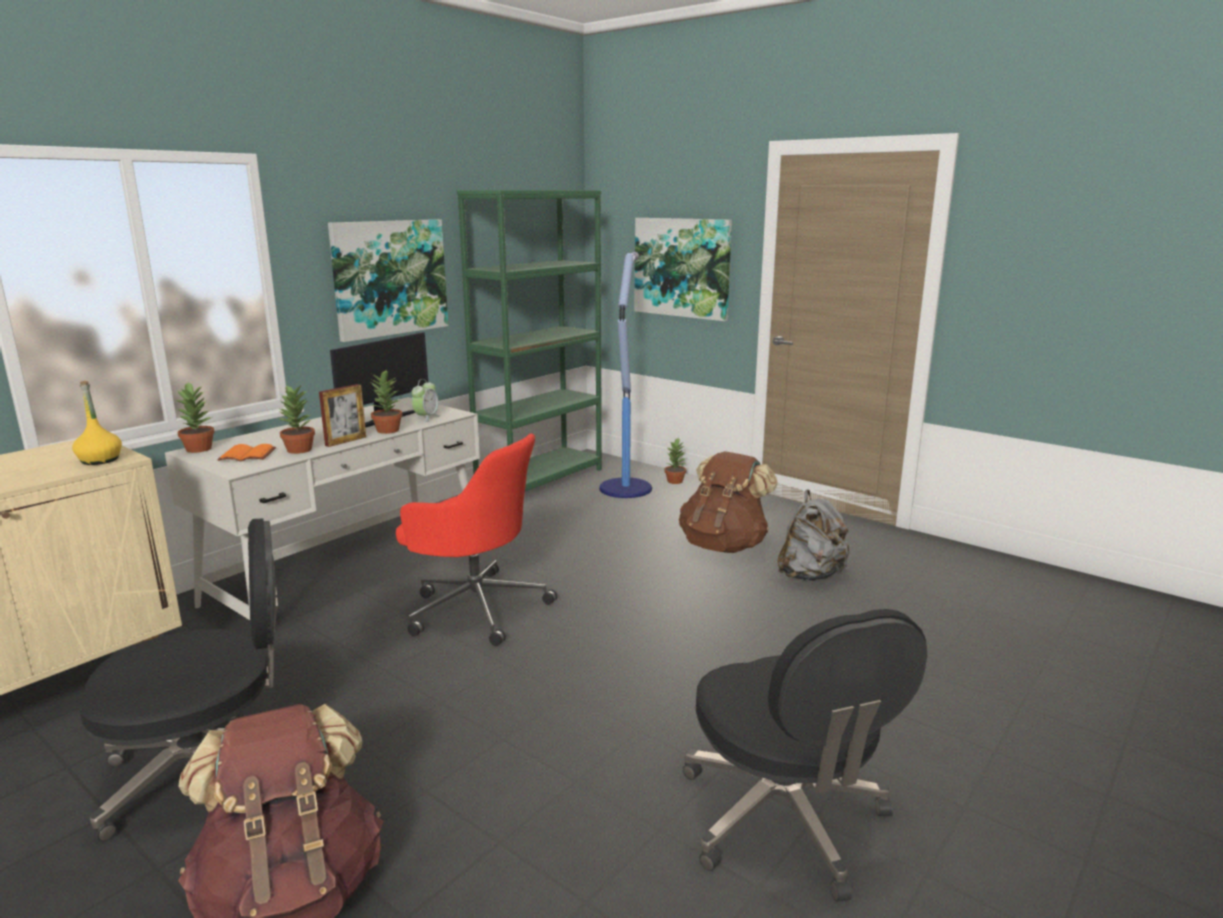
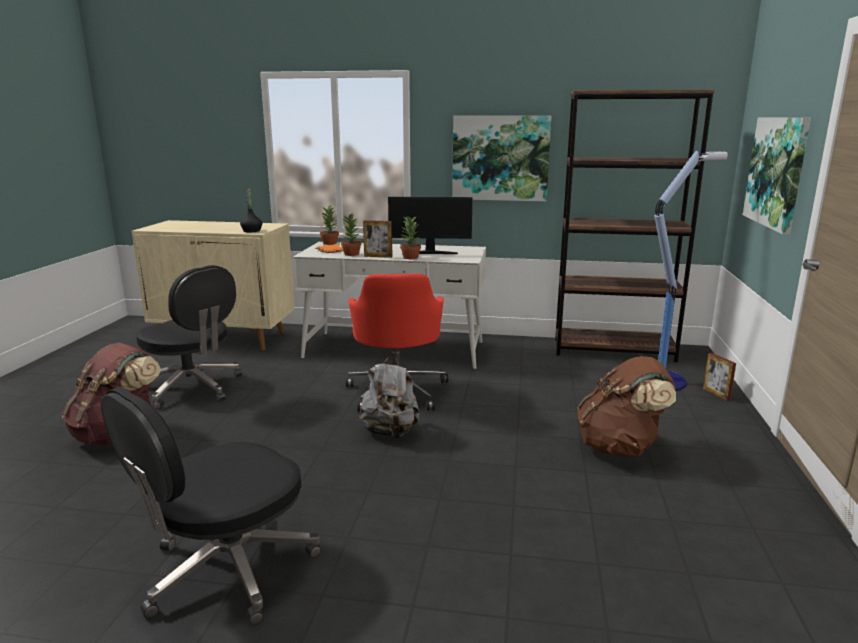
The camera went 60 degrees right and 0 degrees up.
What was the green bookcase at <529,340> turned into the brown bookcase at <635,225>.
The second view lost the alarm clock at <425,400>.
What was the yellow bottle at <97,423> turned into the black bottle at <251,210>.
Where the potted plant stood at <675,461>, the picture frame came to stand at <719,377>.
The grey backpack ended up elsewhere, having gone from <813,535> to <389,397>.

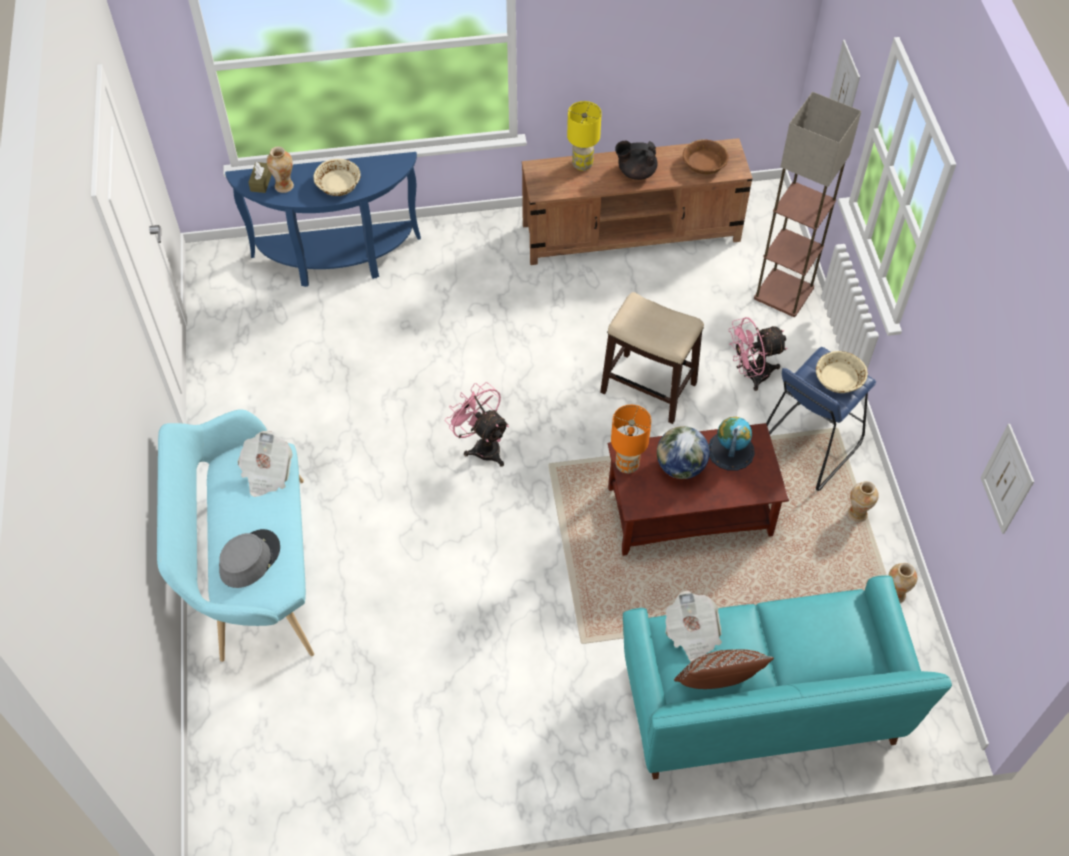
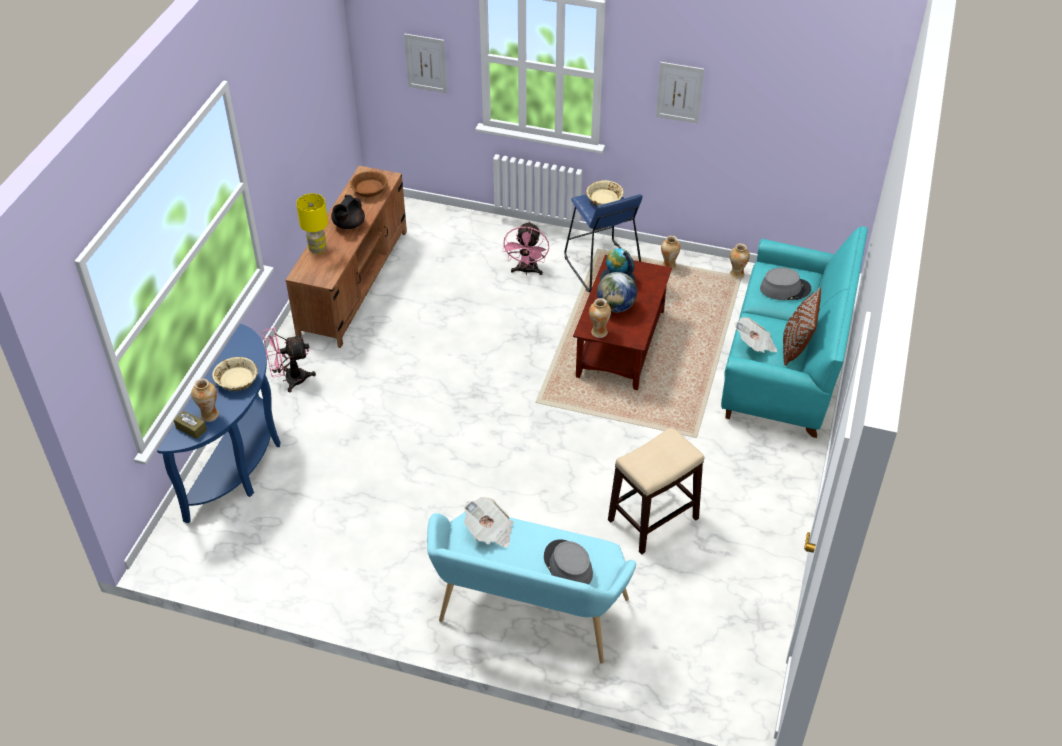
The camera went 65 degrees left and 10 degrees down.
The second view lost the floor lamp at <807,204>.
The stool ended up elsewhere, having gone from <652,358> to <656,491>.
The pink fan ended up elsewhere, having gone from <477,424> to <289,360>.
Where the orange table lamp stood at <631,439>, the vase came to stand at <600,318>.
The picture ended up elsewhere, having gone from <1007,479> to <680,93>.
The second view gained the grey hat at <785,283>.

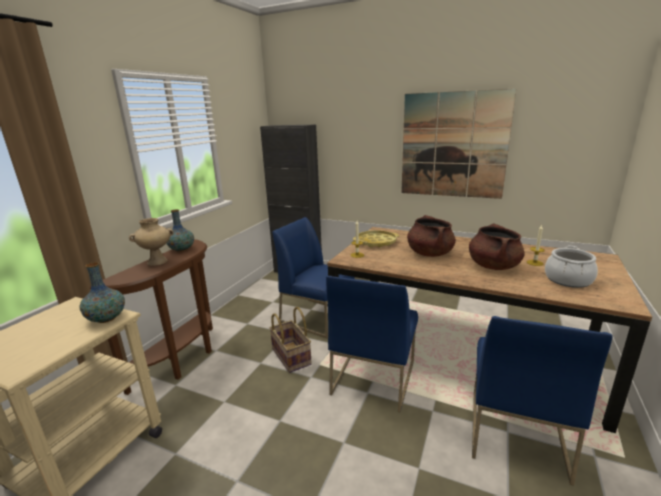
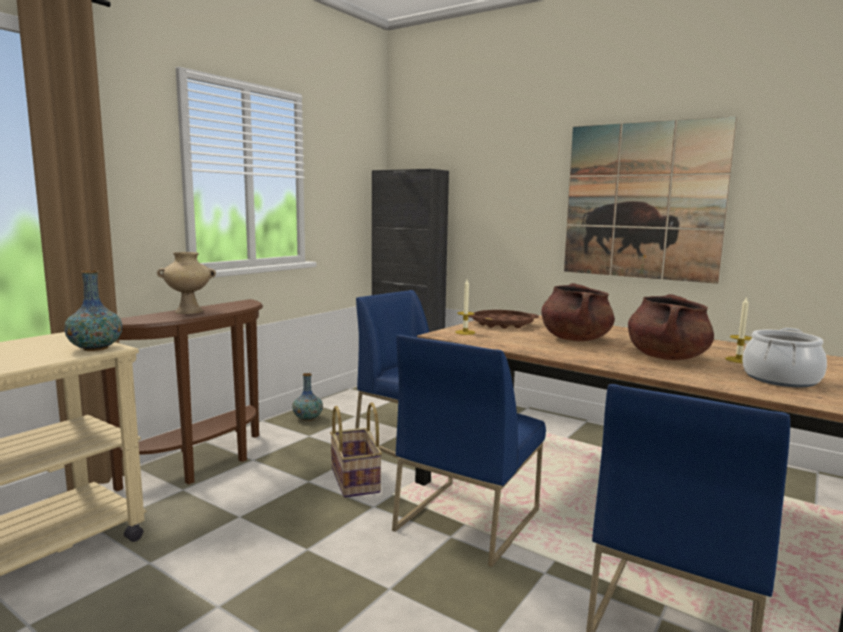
The camera went 10 degrees right and 10 degrees down.
The vase ended up elsewhere, having gone from <180,230> to <307,397>.
What was the yellow tray at <376,239> turned into the brown tray at <503,319>.

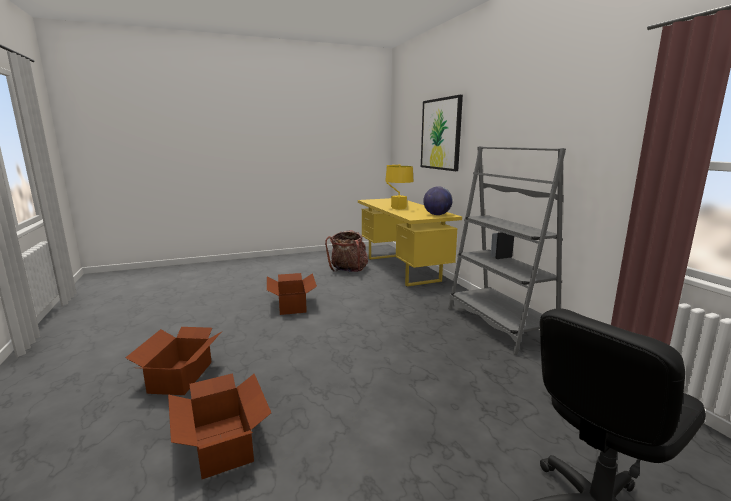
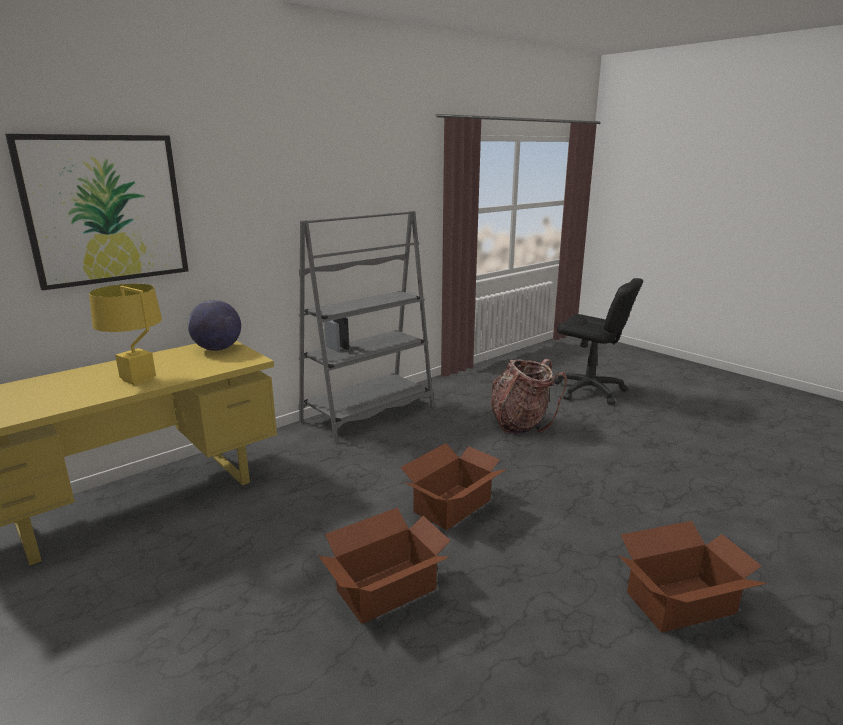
The camera went 110 degrees left and 5 degrees up.
The backpack ended up elsewhere, having gone from <346,251> to <529,397>.
The cardboard box ended up elsewhere, having gone from <219,426> to <453,486>.

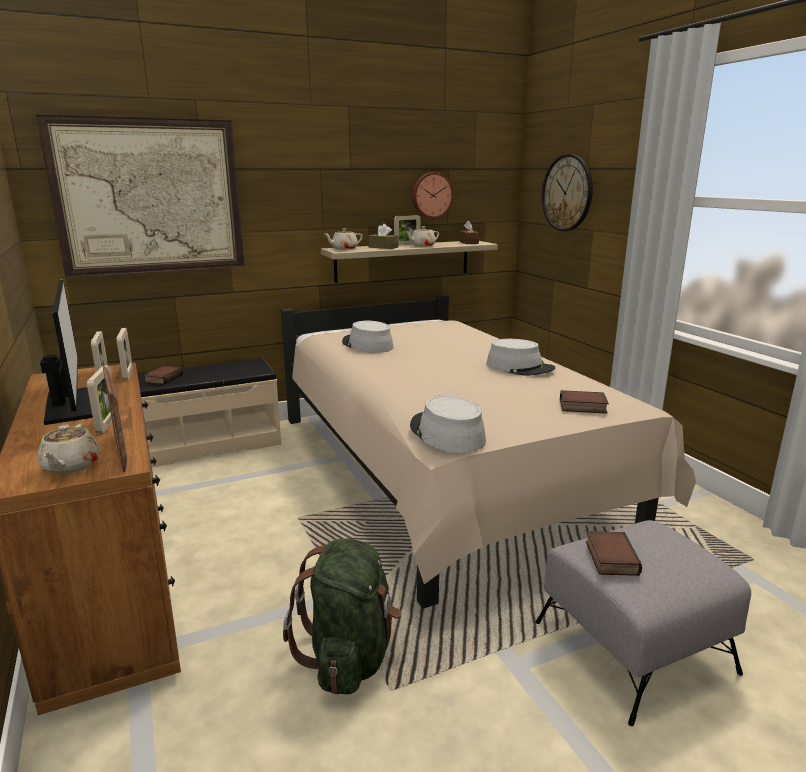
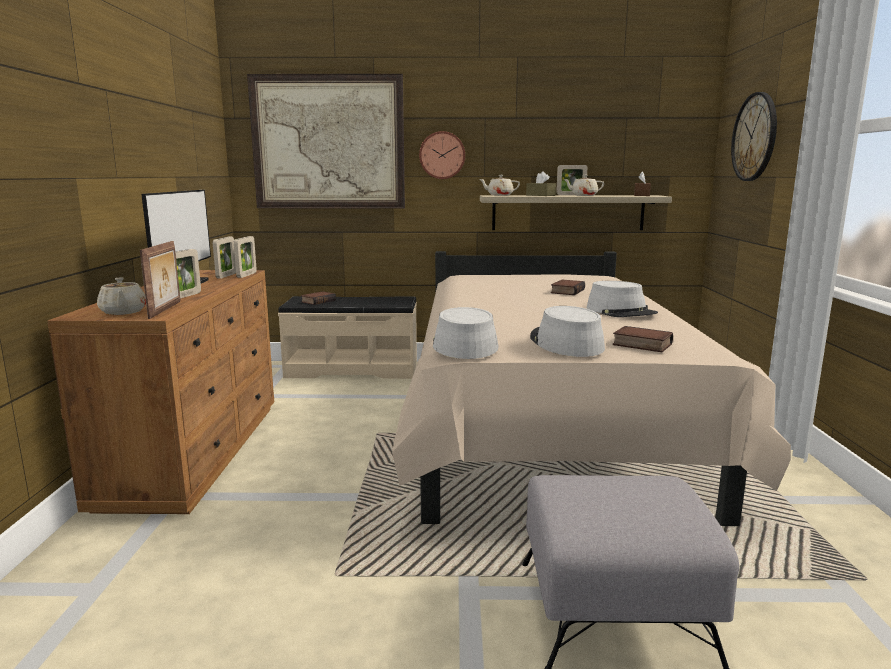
The camera went 25 degrees right and 5 degrees down.
The wall clock ended up elsewhere, having gone from <433,195> to <442,155>.
The grey hat ended up elsewhere, having gone from <368,337> to <567,331>.
The beige teapot at <68,449> ended up facing another way, 45 degrees counterclockwise from before.
The book ended up elsewhere, having gone from <614,553> to <568,287>.
The second view lost the green backpack at <342,616>.

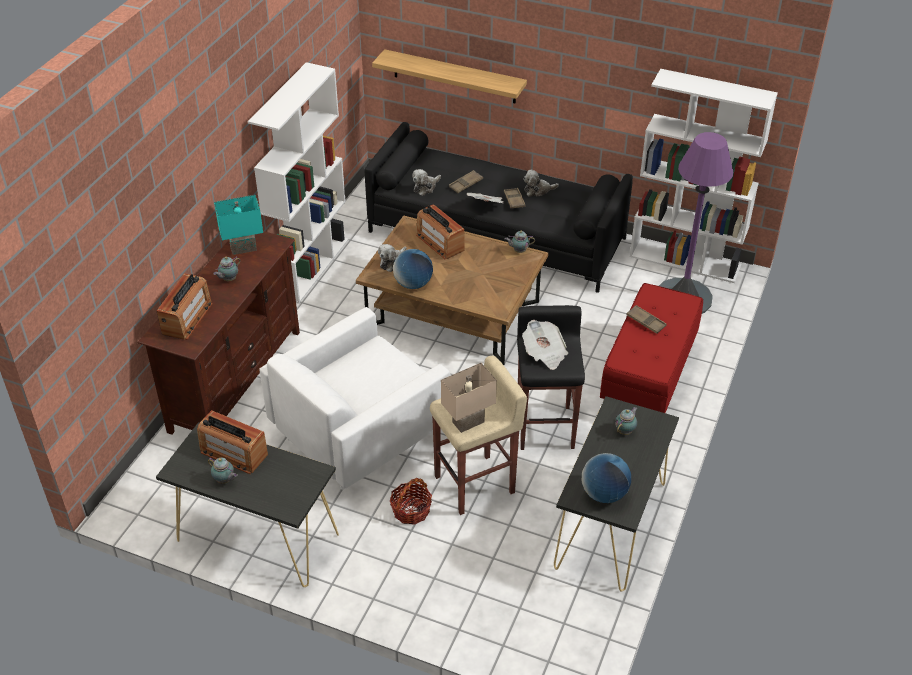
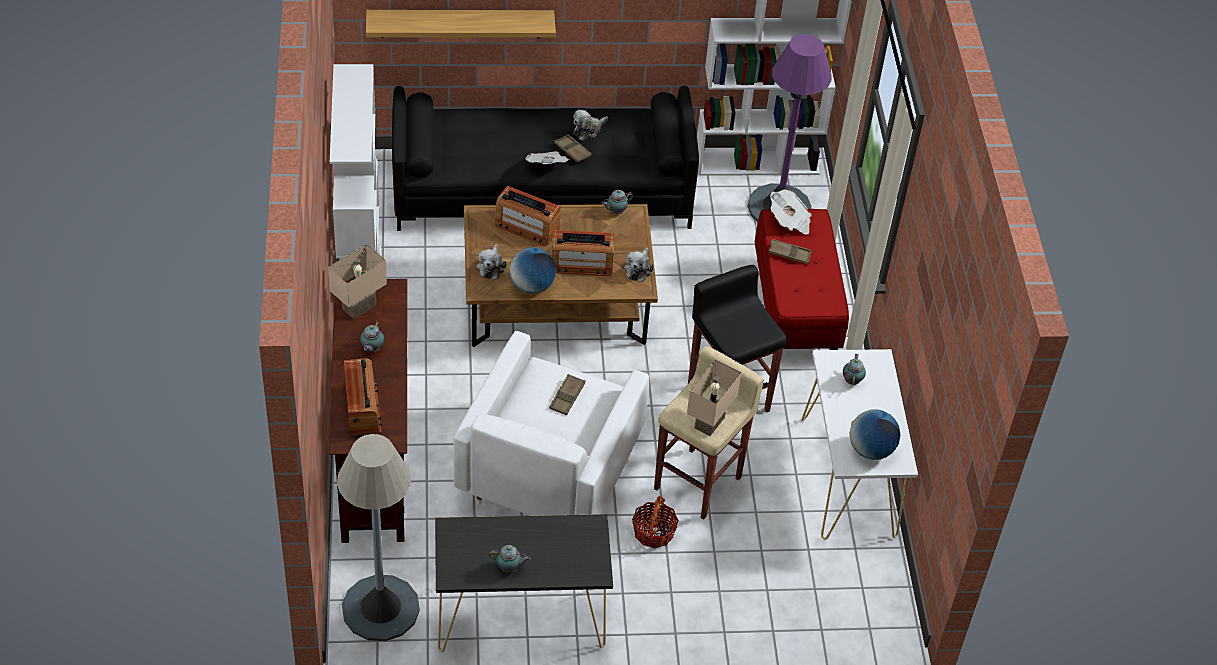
The camera went 30 degrees left and 5 degrees up.
The plush toy ended up elsewhere, having gone from <426,182> to <639,264>.
The brown tray ended up elsewhere, having gone from <466,181> to <567,394>.
What was the turquoise table lamp at <238,225> turned into the beige table lamp at <357,281>.
The newspaper ended up elsewhere, having gone from <545,345> to <790,212>.
What was the black console table at <616,494> turned into the white console table at <860,444>.
The radio ended up elsewhere, having gone from <232,442> to <583,253>.
The second view gained the grey floor lamp at <378,537>.

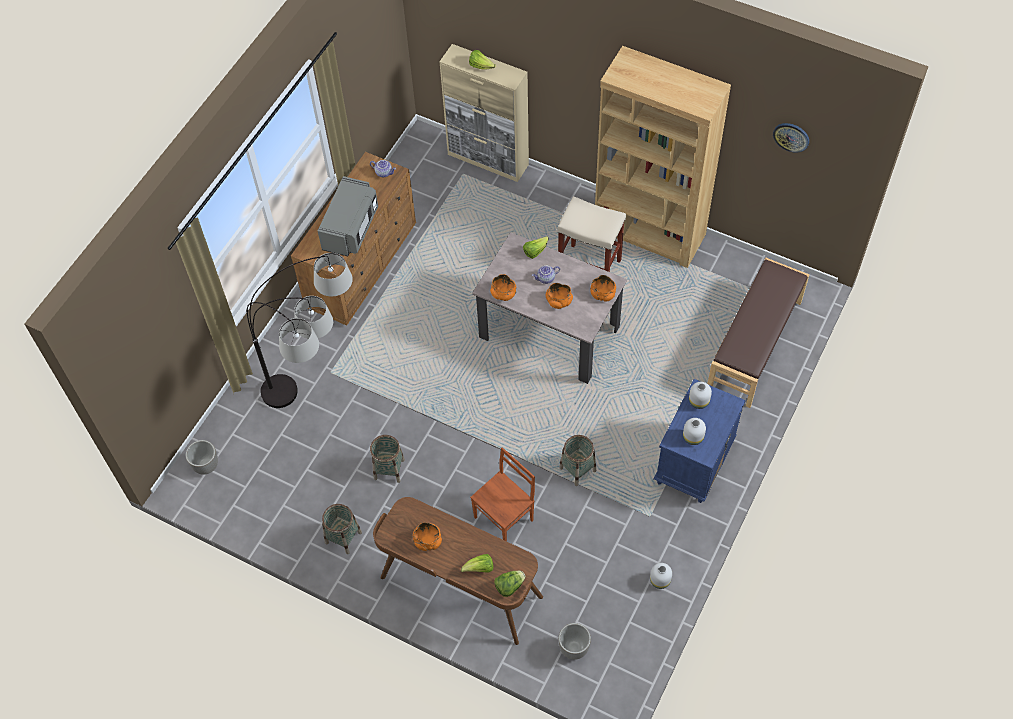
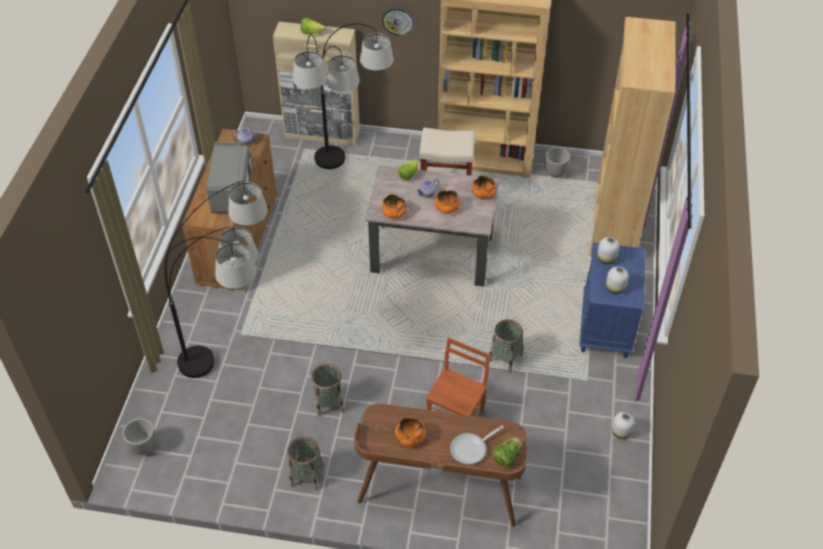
The camera went 20 degrees left and 10 degrees down.
The wall clock ended up elsewhere, having gone from <791,138> to <398,21>.
Where the brown bench stood at <758,333>, the brown bookcase came to stand at <633,137>.
Where the lettuce stood at <477,563>, the frying pan came to stand at <477,445>.
The planter ended up elsewhere, having gone from <574,641> to <557,162>.
The second view gained the floor lamp at <343,96>.

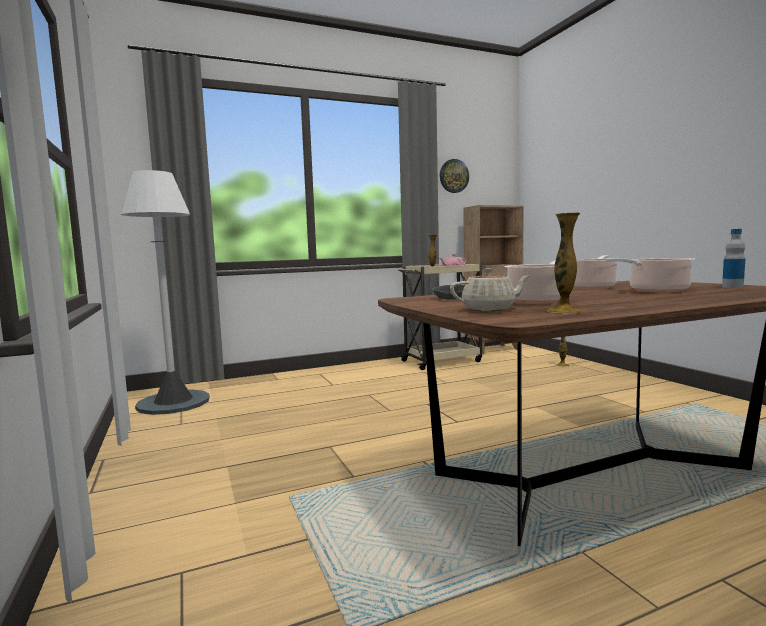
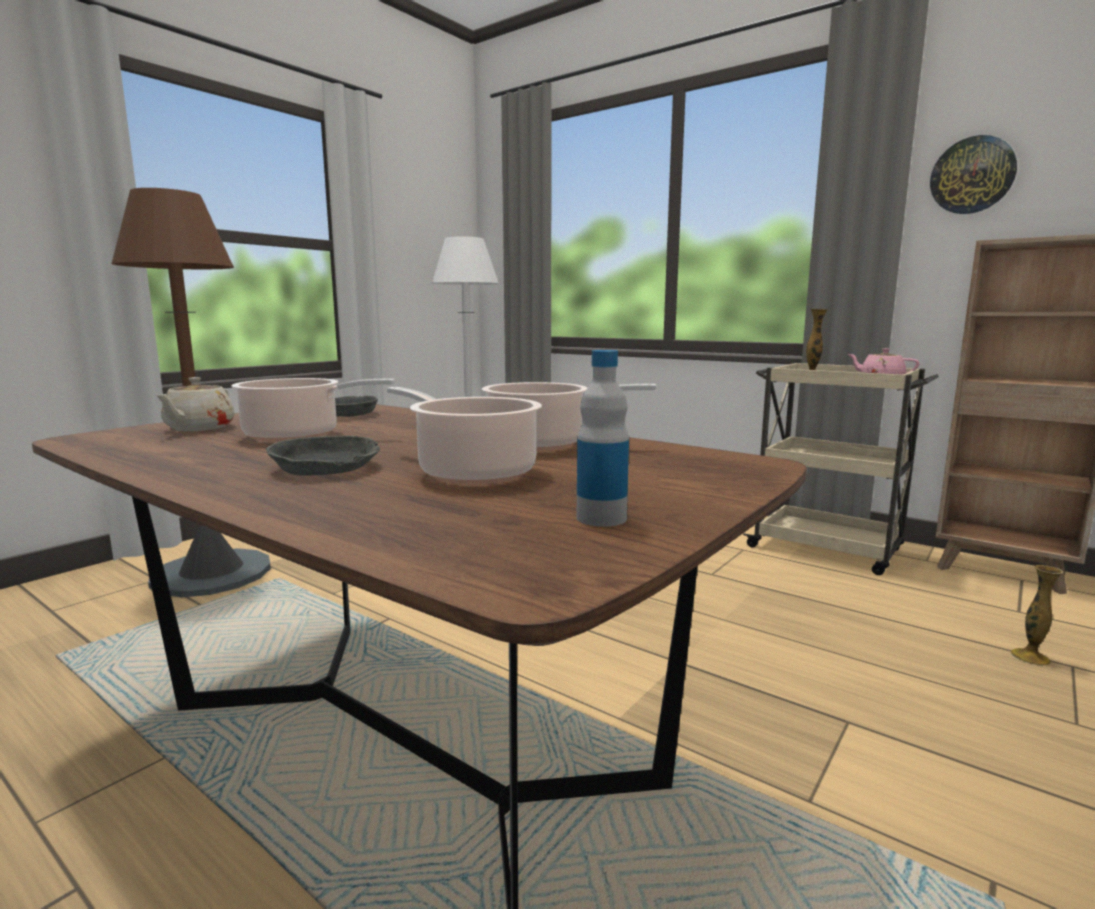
The camera went 60 degrees right and 5 degrees up.
The second view lost the vase at <564,262>.
The beige teapot at <490,289> ended up facing another way, 45 degrees clockwise from before.
The second view gained the brown floor lamp at <191,392>.
The second view gained the grey bowl at <323,456>.

